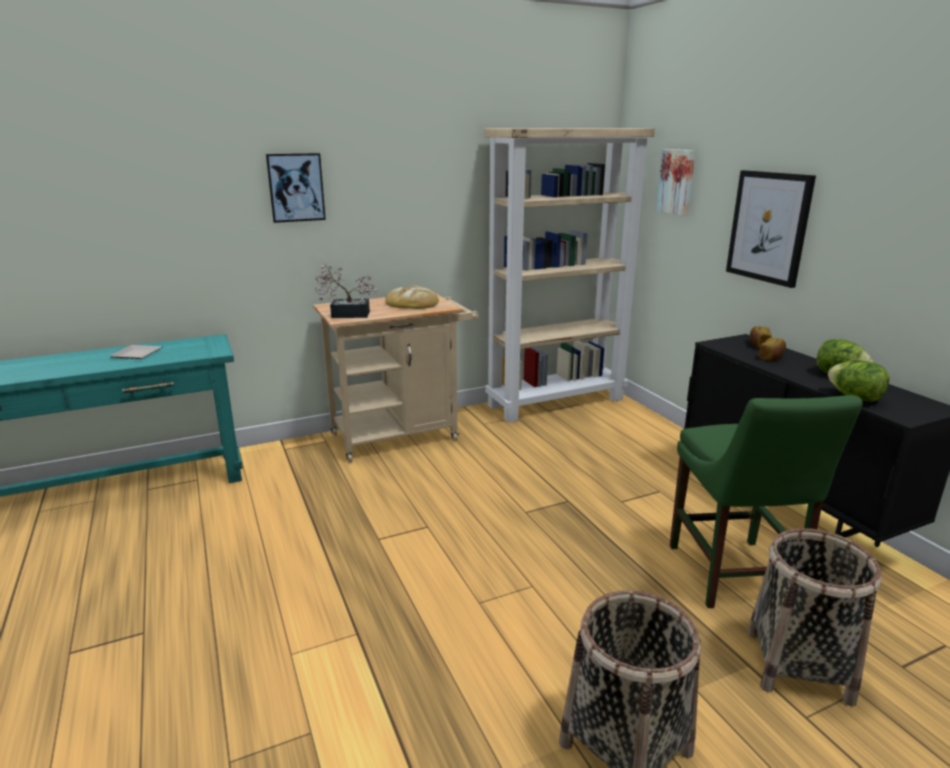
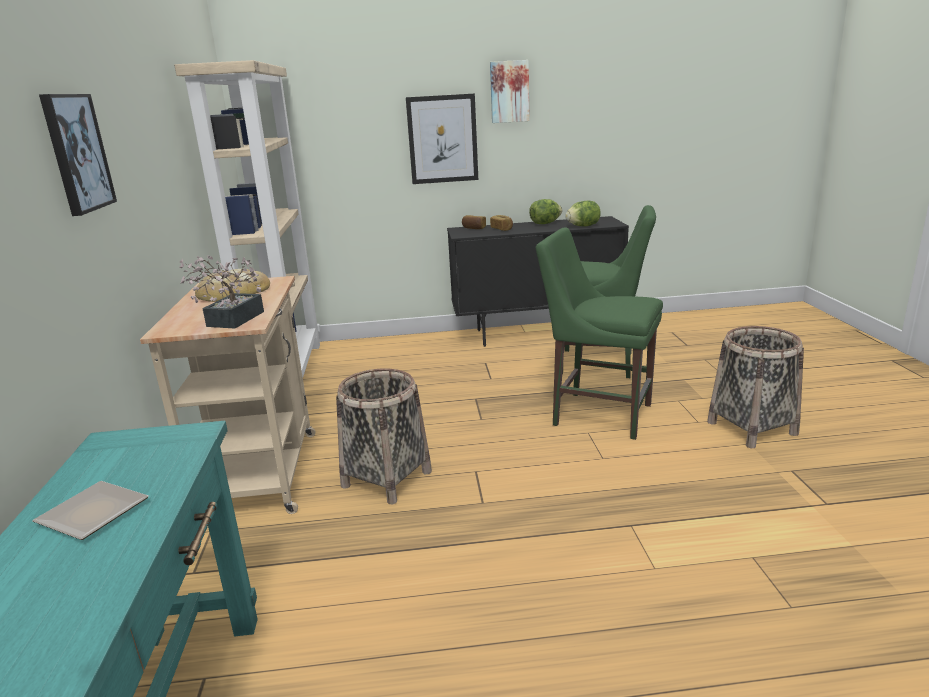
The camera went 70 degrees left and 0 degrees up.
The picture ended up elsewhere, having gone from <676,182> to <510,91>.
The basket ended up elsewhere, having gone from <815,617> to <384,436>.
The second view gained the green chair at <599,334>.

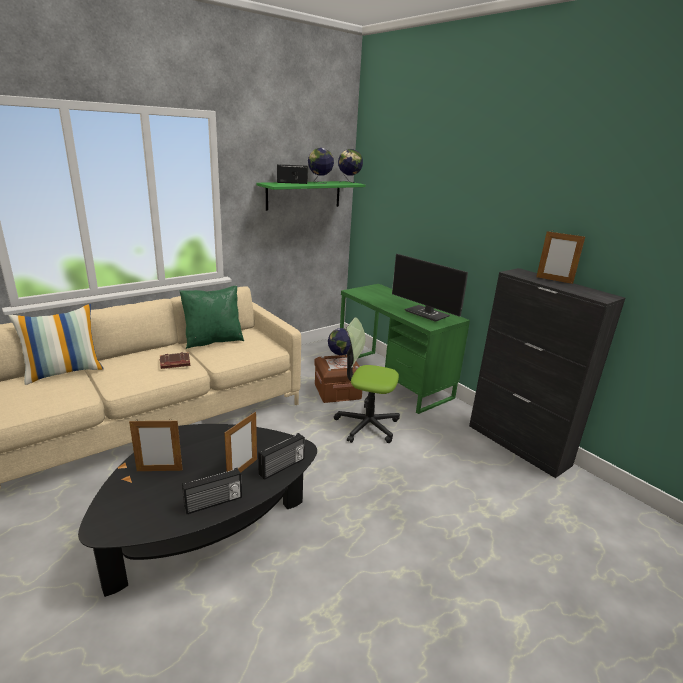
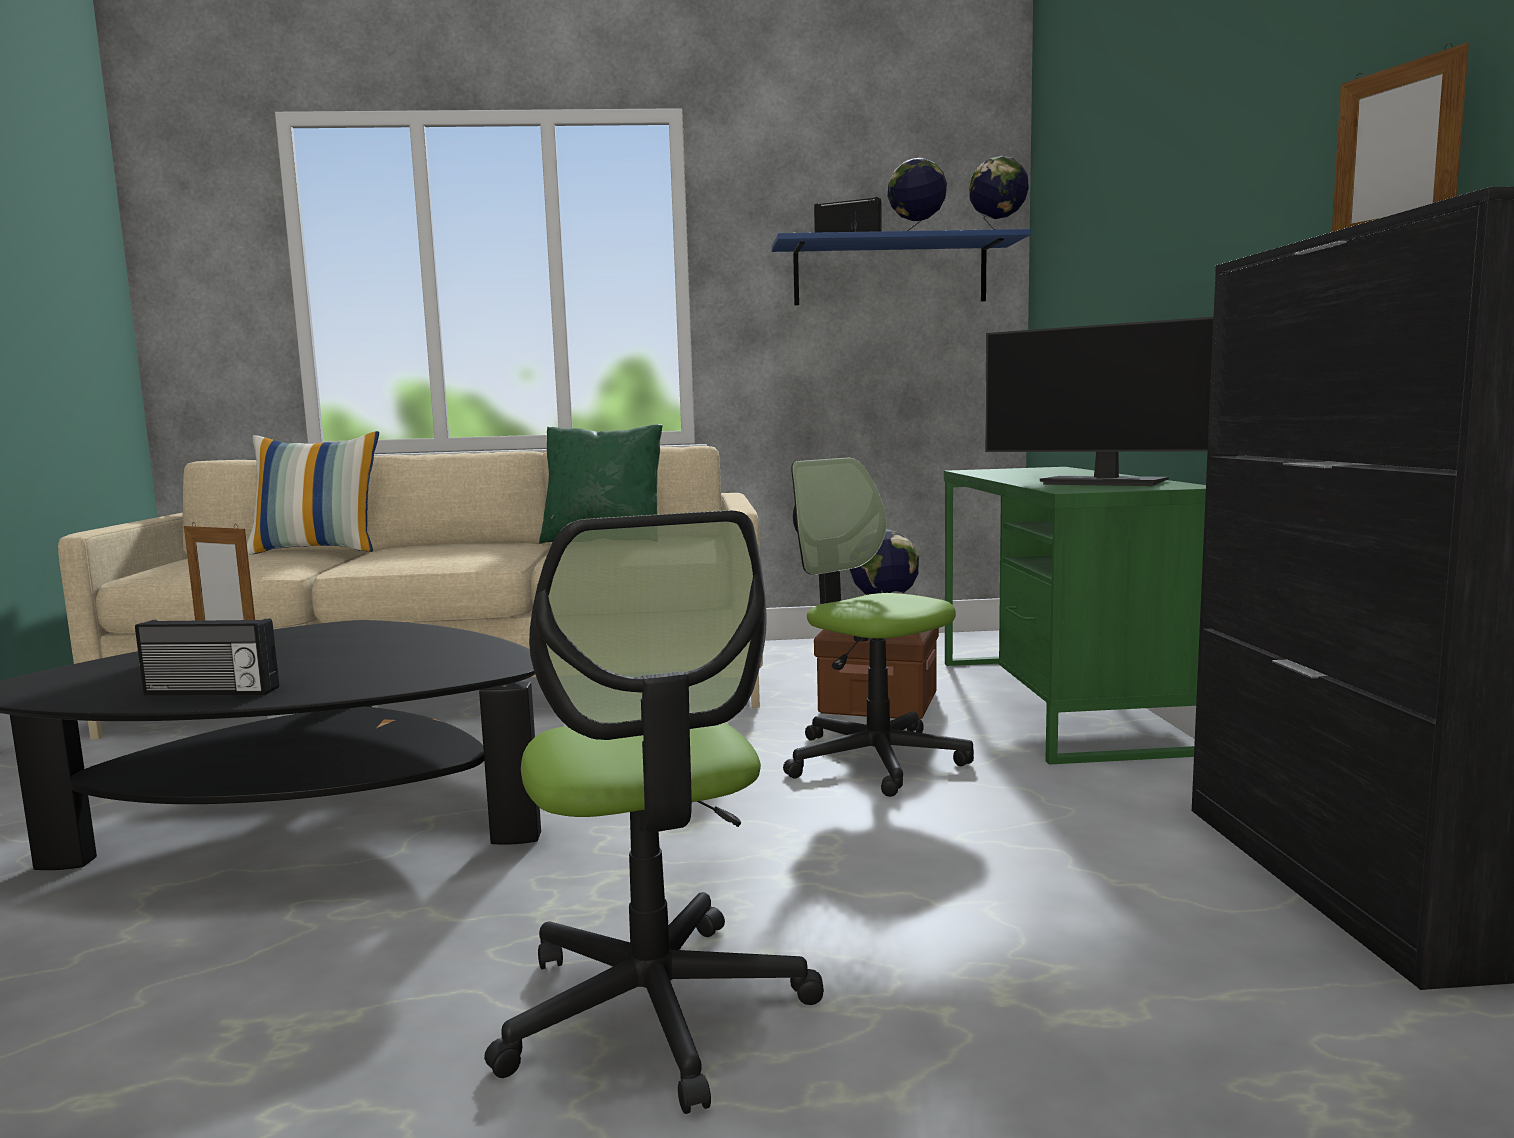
The camera went 35 degrees right and 15 degrees down.
What was the green shelf at <310,196> turned into the blue shelf at <901,267>.
The monitor at <430,288> ended up facing another way, 45 degrees counterclockwise from before.
The second view lost the brown book at <175,360>.
The second view lost the picture frame at <240,442>.
The second view lost the radio at <281,456>.
The second view gained the office chair at <654,812>.

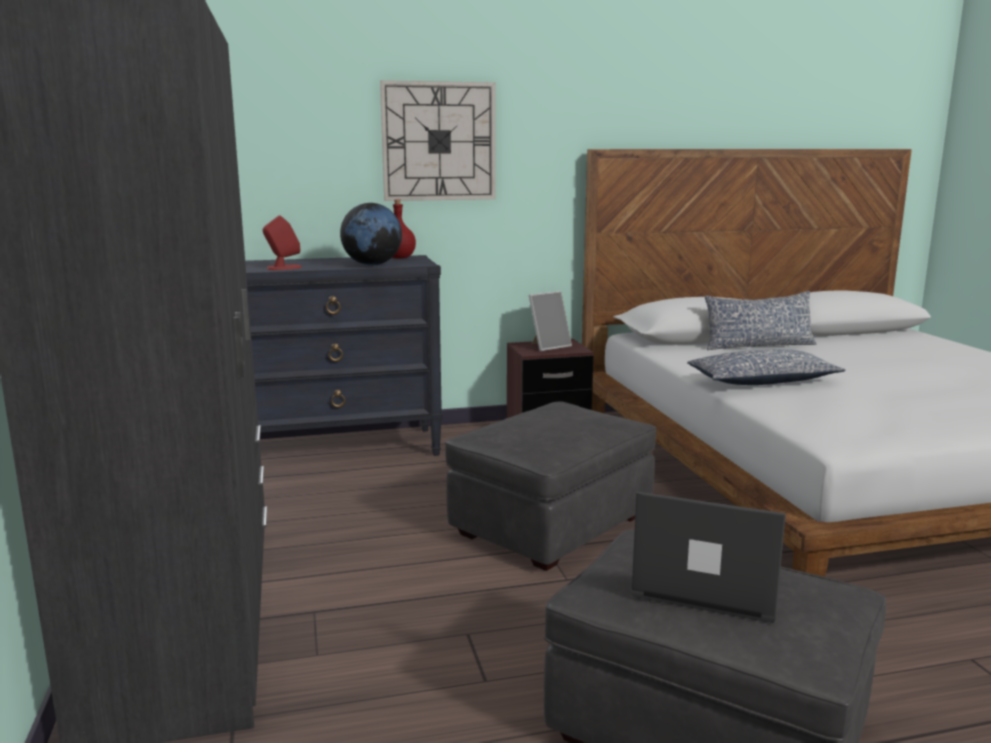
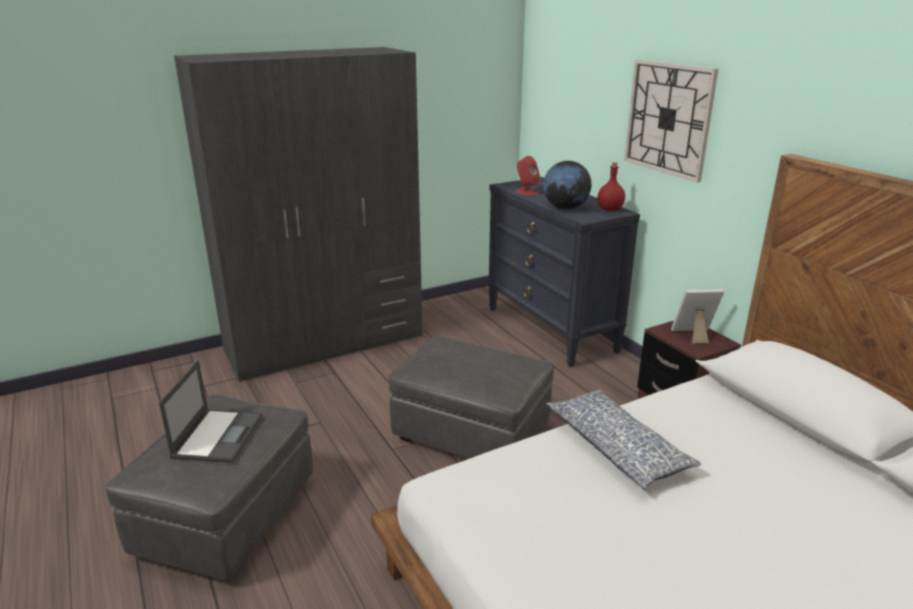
The camera went 75 degrees right and 10 degrees up.
The picture frame at <550,321> ended up facing another way, 135 degrees clockwise from before.
The second view lost the pillow at <761,320>.

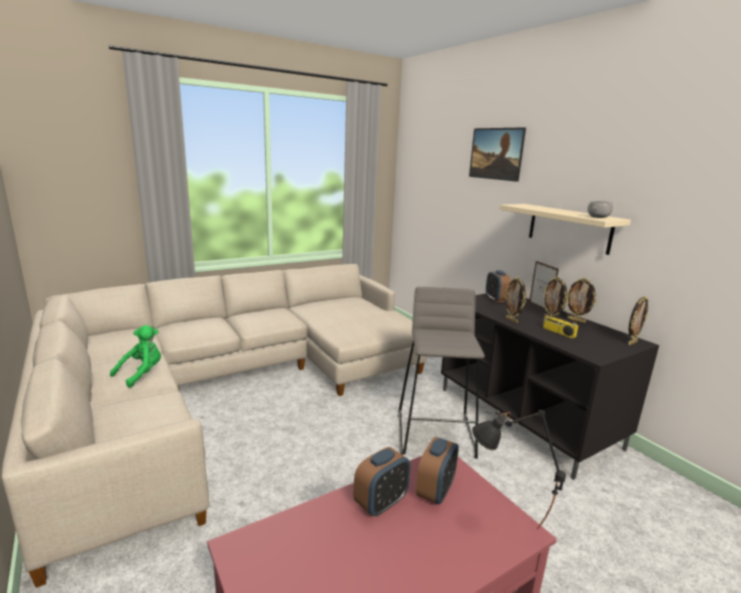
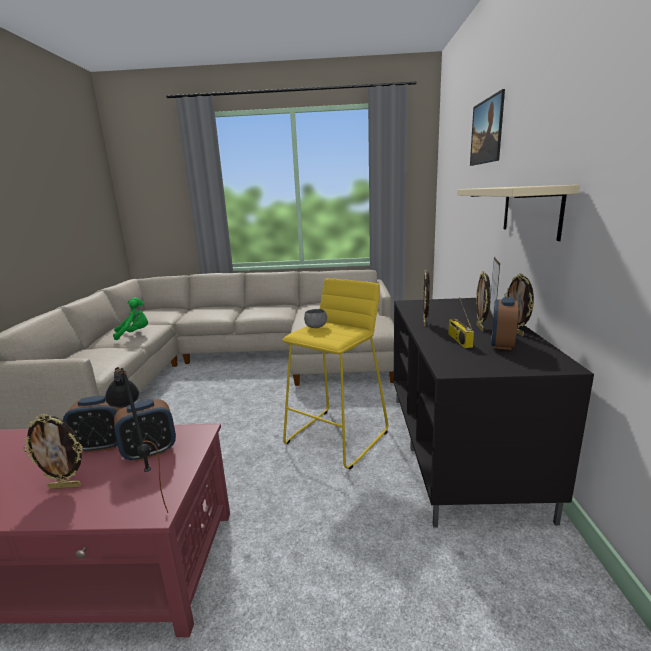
The camera went 35 degrees right and 0 degrees up.
The grey bowl ended up elsewhere, having gone from <600,209> to <315,318>.
The alarm clock ended up elsewhere, having gone from <498,286> to <504,323>.
What was the grey stool at <441,373> turned into the yellow stool at <335,374>.
The picture frame ended up elsewhere, having gone from <638,320> to <52,451>.

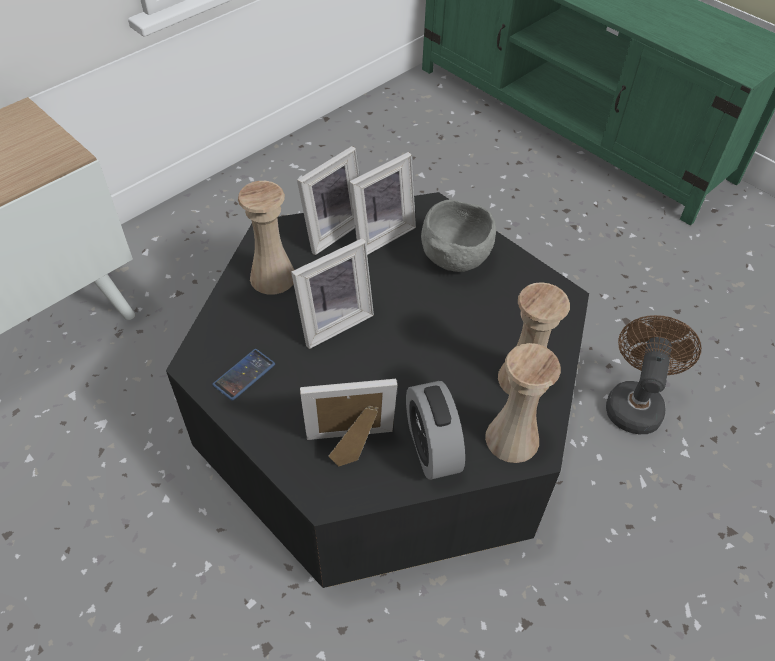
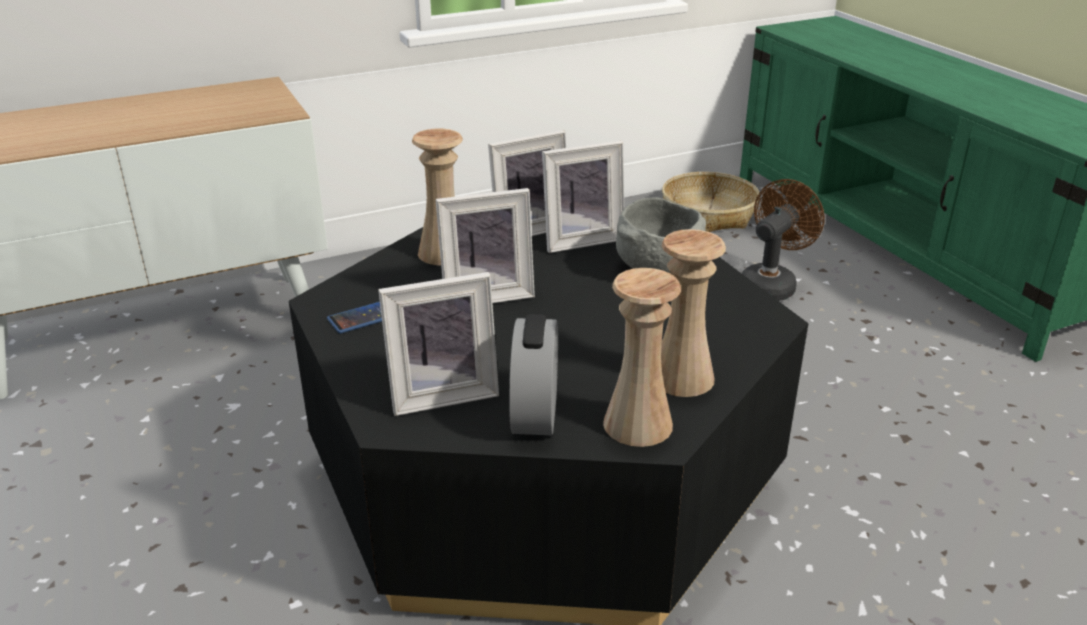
The camera went 20 degrees right and 20 degrees down.
The brown fan ended up elsewhere, having gone from <653,374> to <783,240>.
The picture frame at <348,423> ended up facing another way, 150 degrees clockwise from before.
The second view gained the basket at <710,202>.

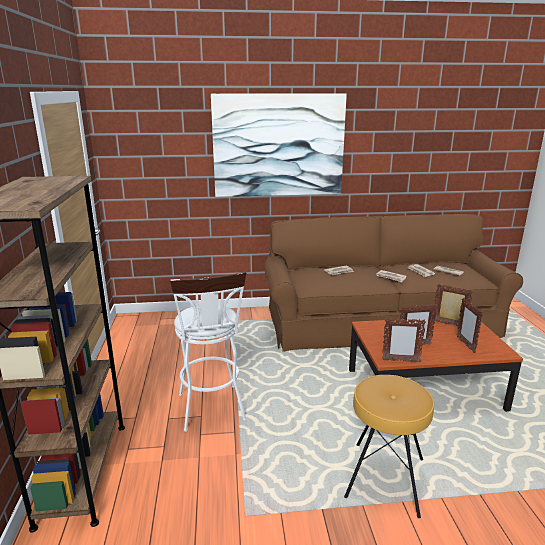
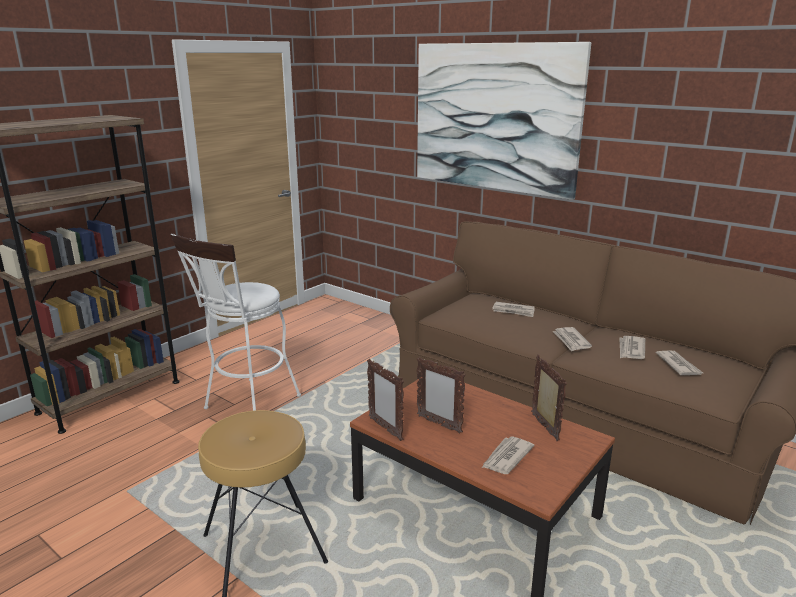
The camera went 45 degrees right and 0 degrees up.
Where the picture frame stood at <469,325>, the newspaper came to stand at <507,455>.

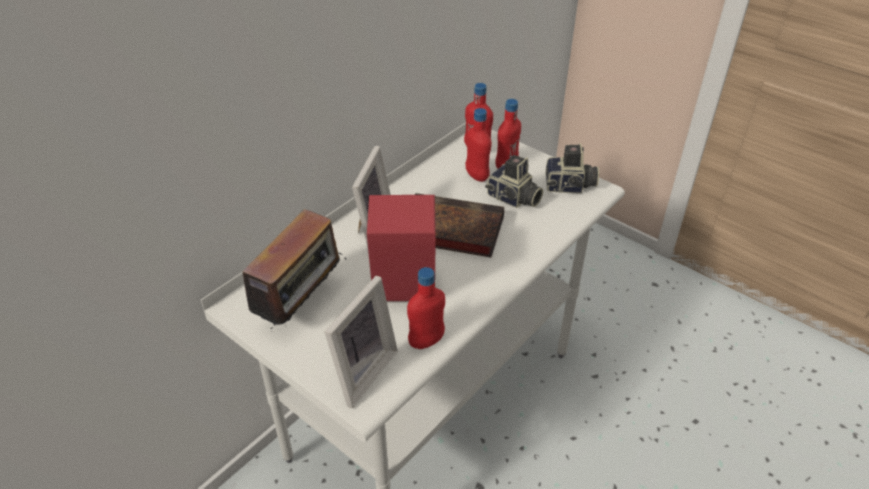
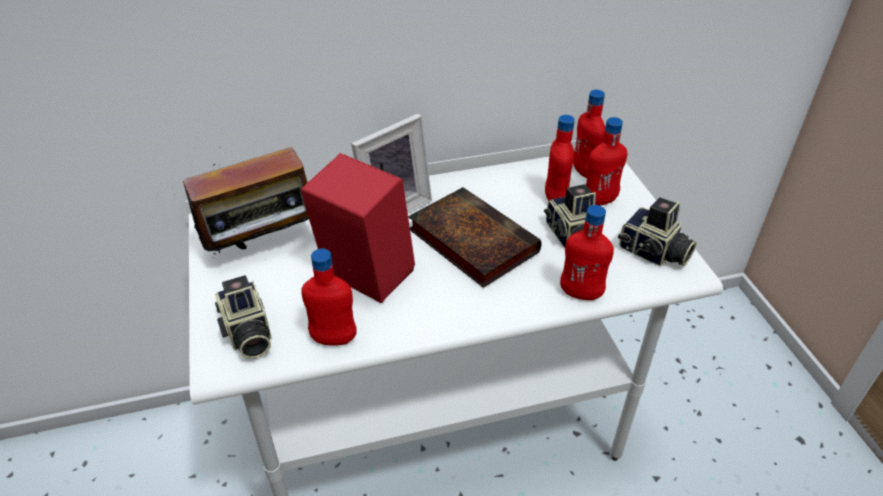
The camera went 35 degrees right and 0 degrees up.
Where the picture frame stood at <361,342>, the photo camera came to stand at <243,317>.
The second view gained the red bottle at <587,252>.

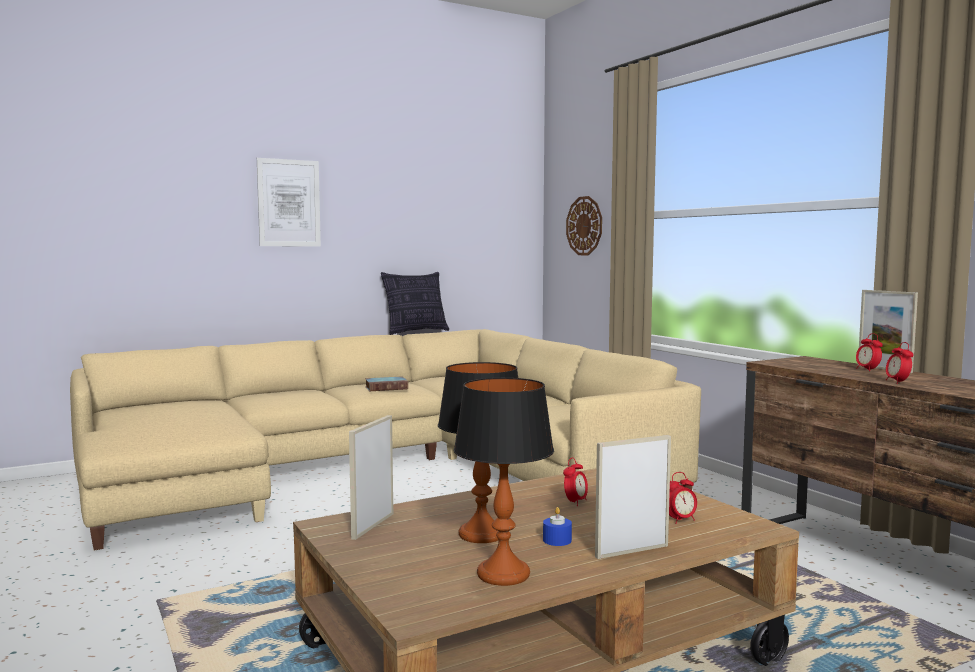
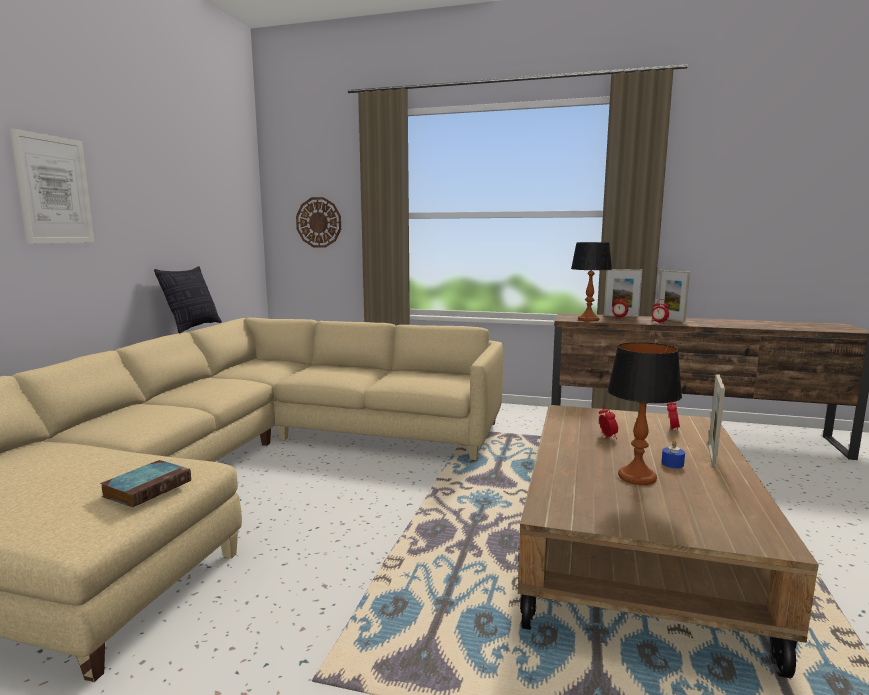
The camera went 45 degrees left and 5 degrees up.
The book ended up elsewhere, having gone from <386,383> to <145,484>.
The table lamp ended up elsewhere, having gone from <504,482> to <591,281>.
The picture frame ended up elsewhere, having gone from <371,477> to <673,296>.

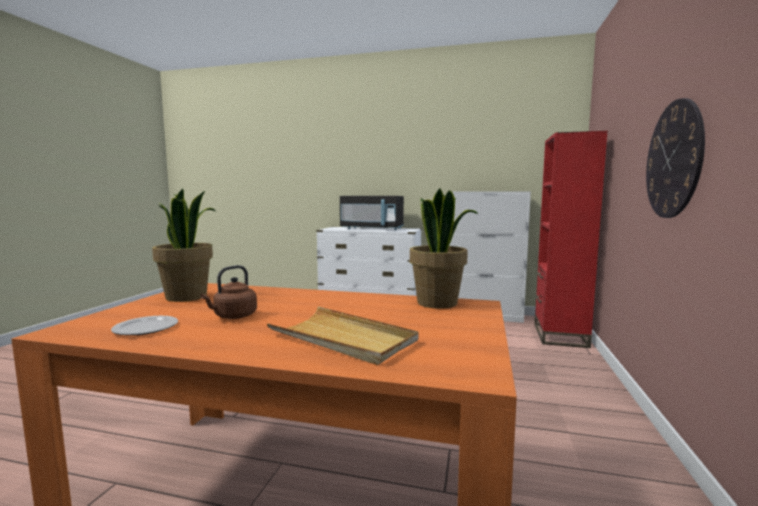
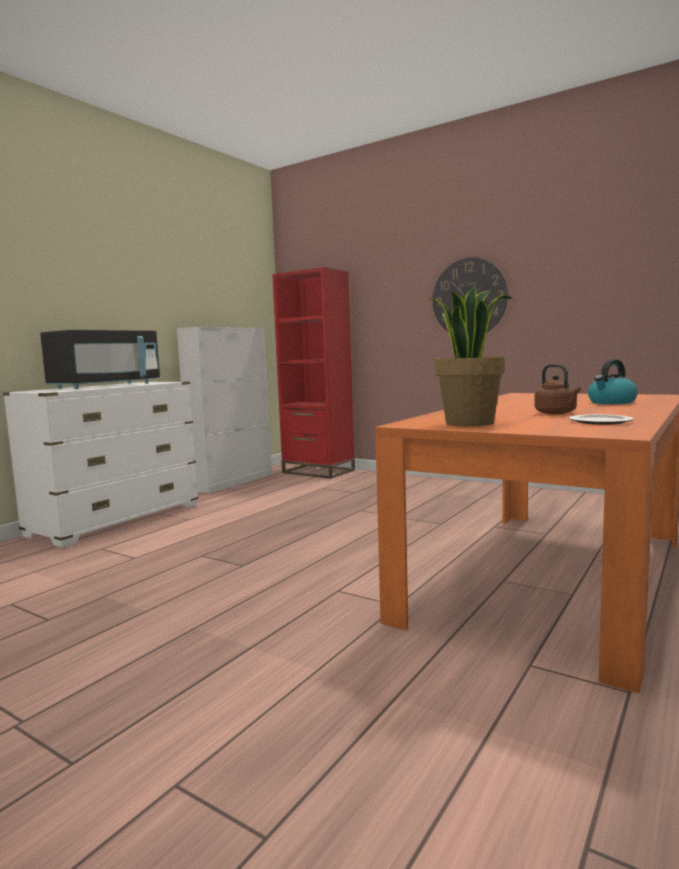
The camera went 70 degrees left and 0 degrees up.
The second view lost the potted plant at <444,248>.
Where the beige tray stood at <343,335>, the kettle came to stand at <613,381>.

